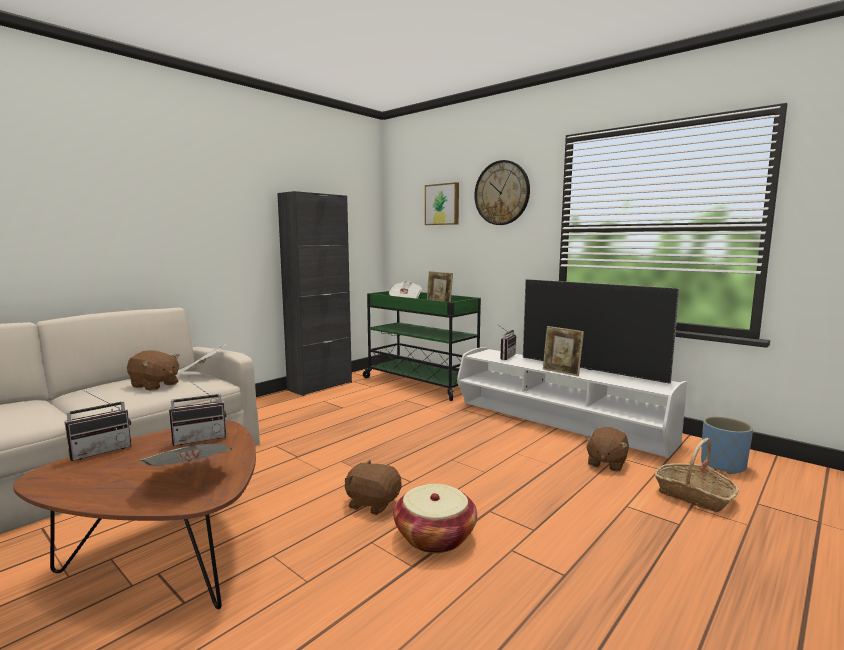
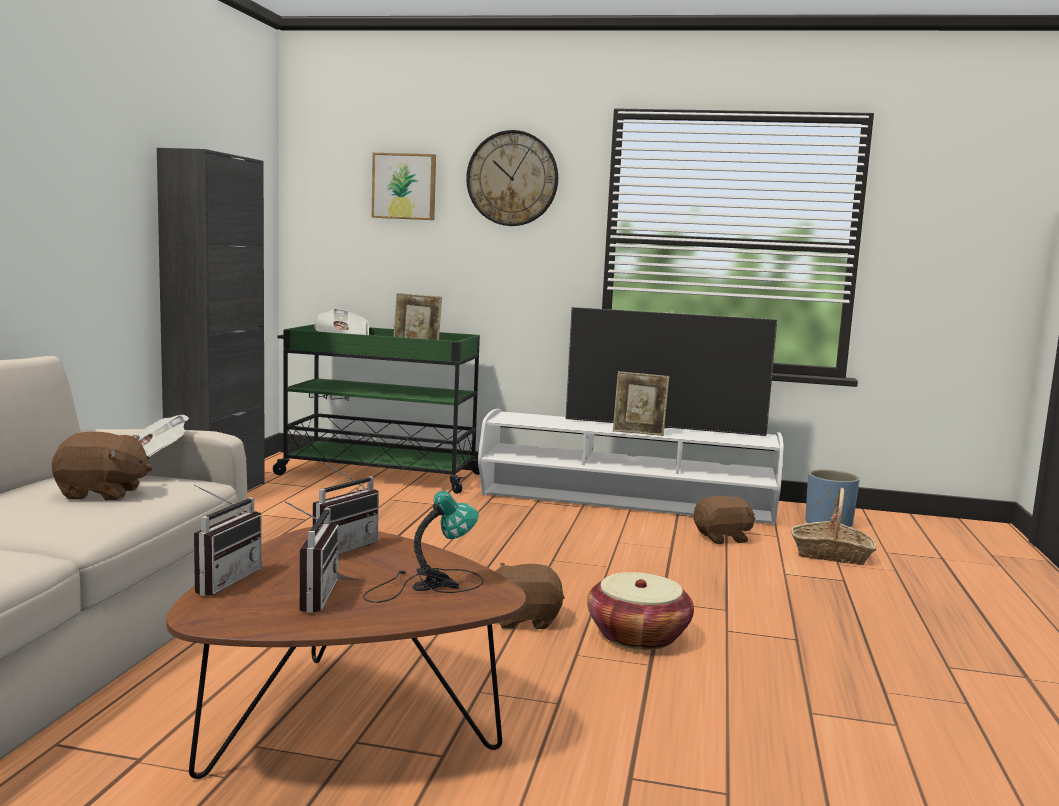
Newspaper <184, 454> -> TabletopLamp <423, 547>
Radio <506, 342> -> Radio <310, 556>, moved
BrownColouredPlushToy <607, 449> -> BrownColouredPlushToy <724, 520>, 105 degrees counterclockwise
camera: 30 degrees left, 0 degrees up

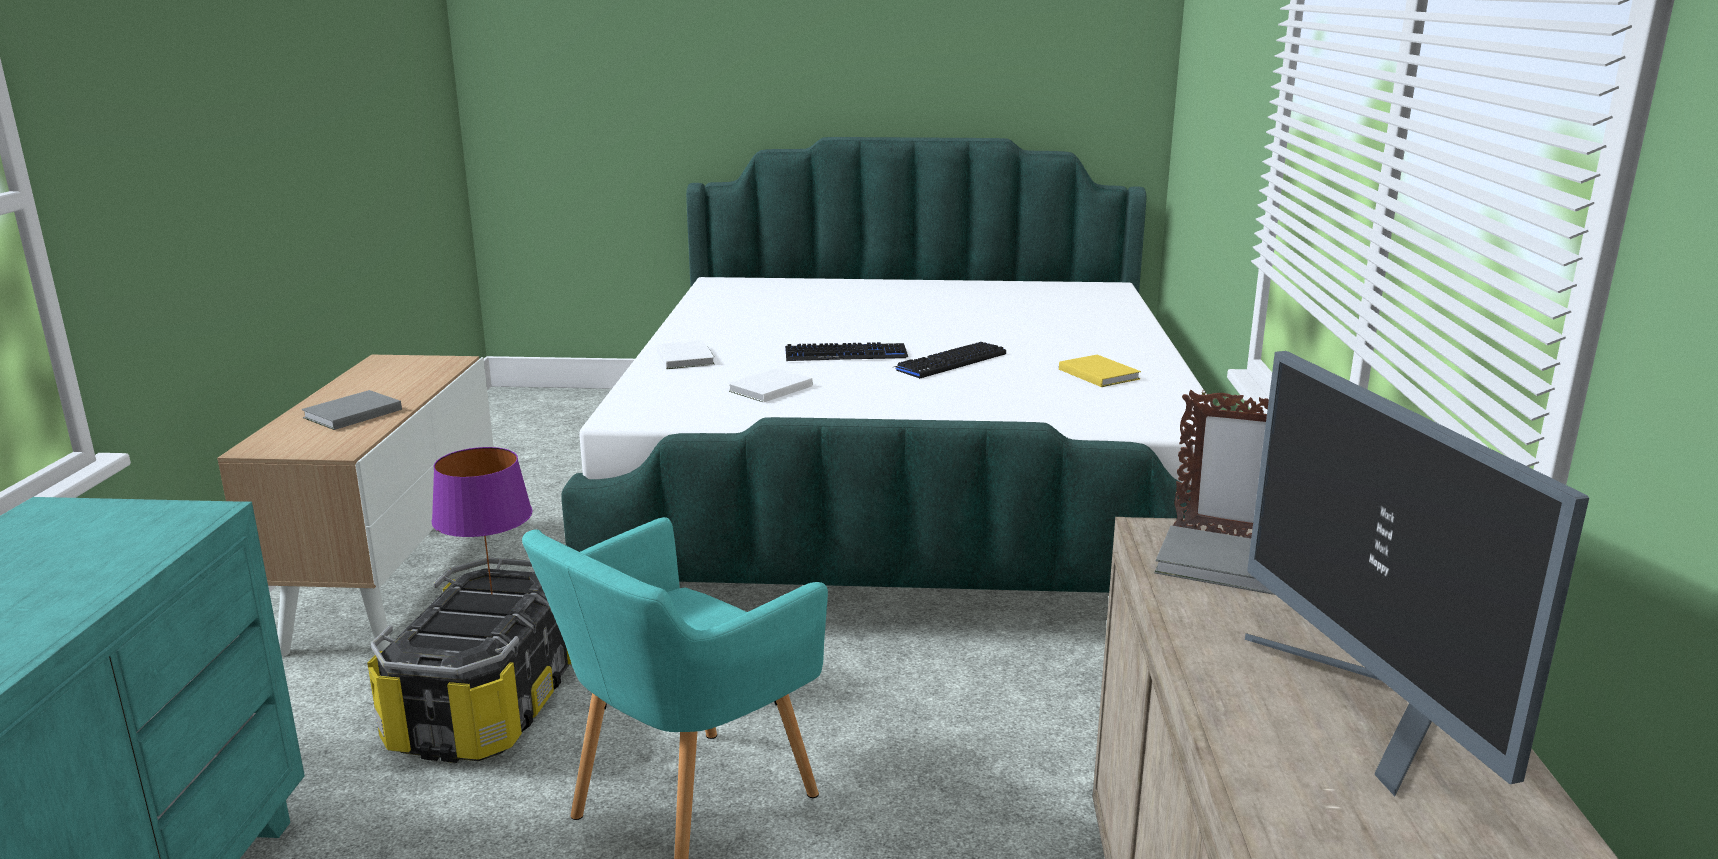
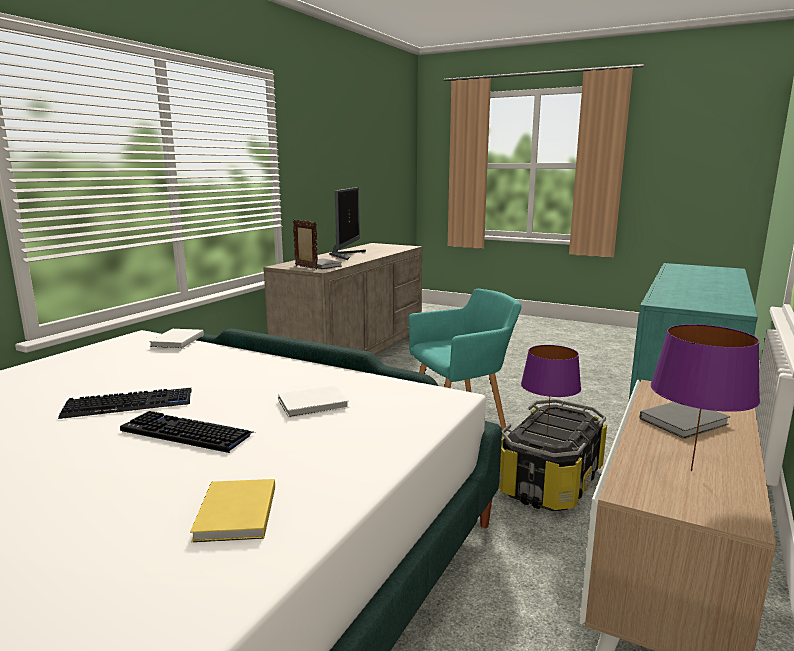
WhiteBoundBook <686, 354> -> WhiteBoundBook <176, 338>, moved
YellowBoundBook <1100, 371> -> YellowBoundBook <232, 510>, moved
none -> PurplishTabletopLamp <705, 397>
camera: 155 degrees left, 5 degrees down

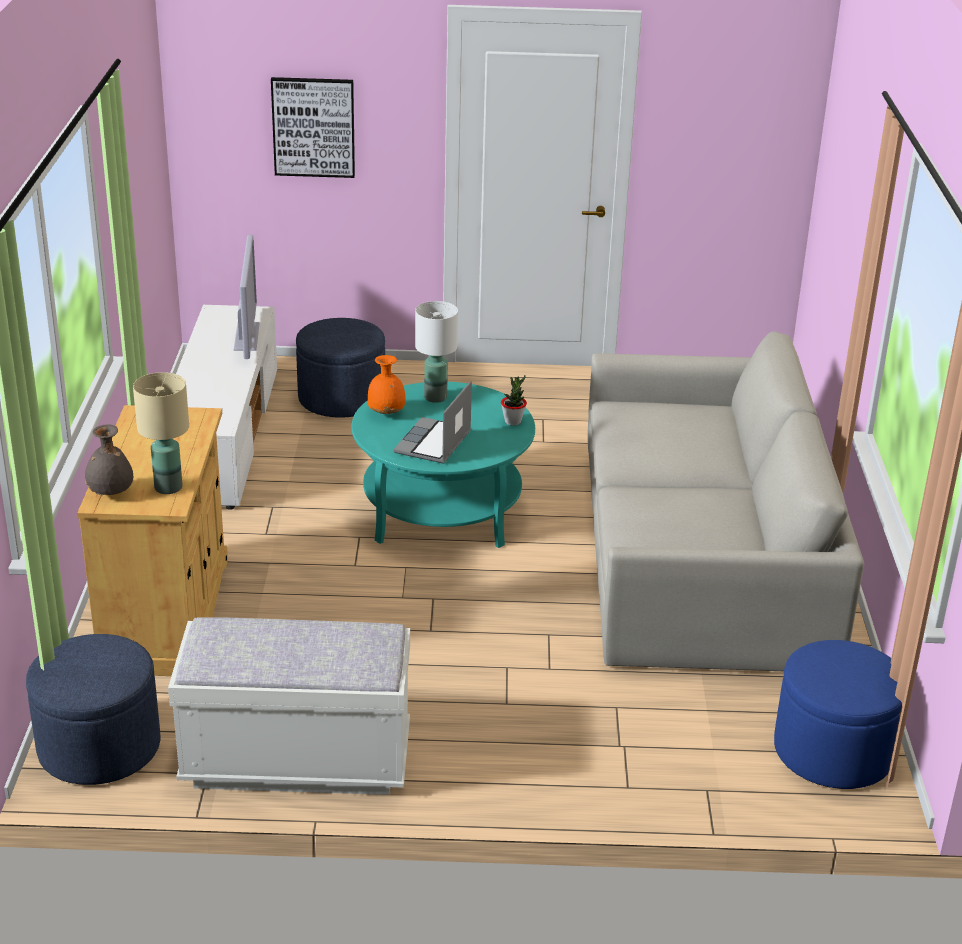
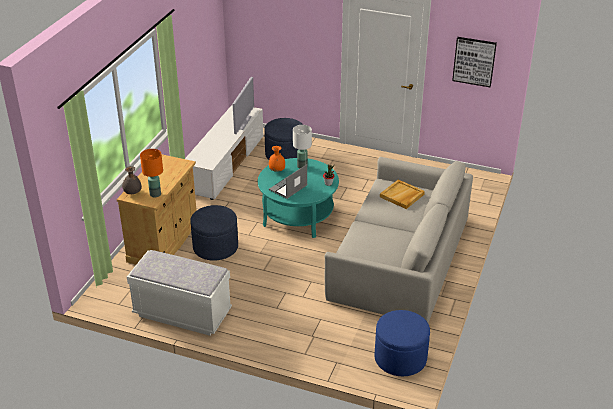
BluishFootrest <93, 709> -> BluishFootrest <214, 233>, moved
SandColouredTabletopLamp <161, 433> -> OrangeColouredTabletopLamp <151, 173>
WallPicture <313, 127> -> WallPicture <474, 62>, moved
none -> SandColouredTray <402, 194>
camera: 20 degrees right, 5 degrees up

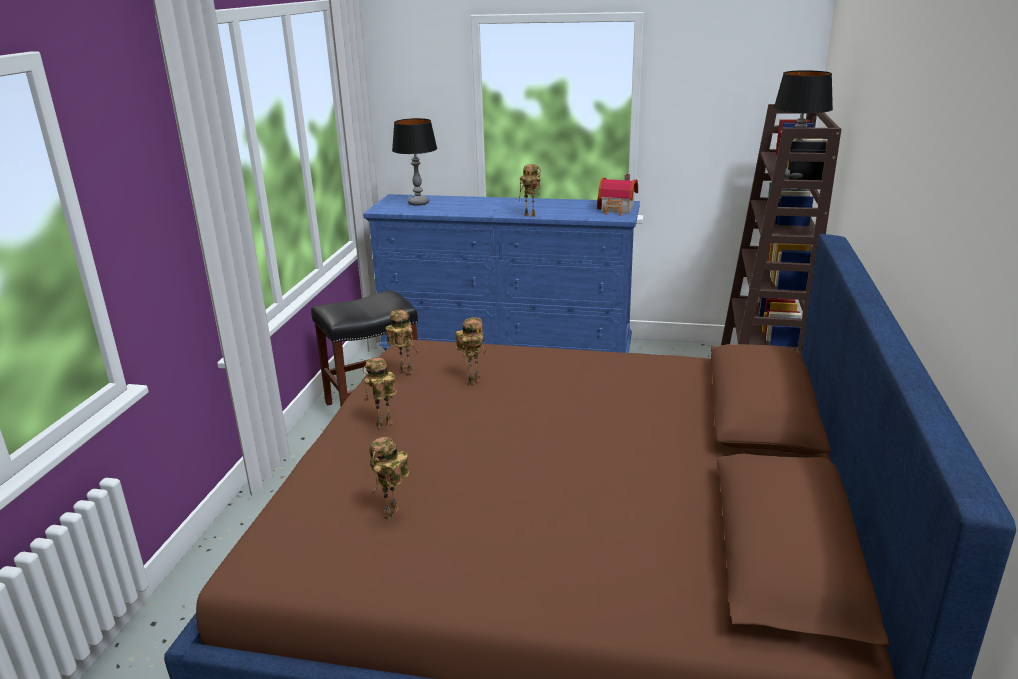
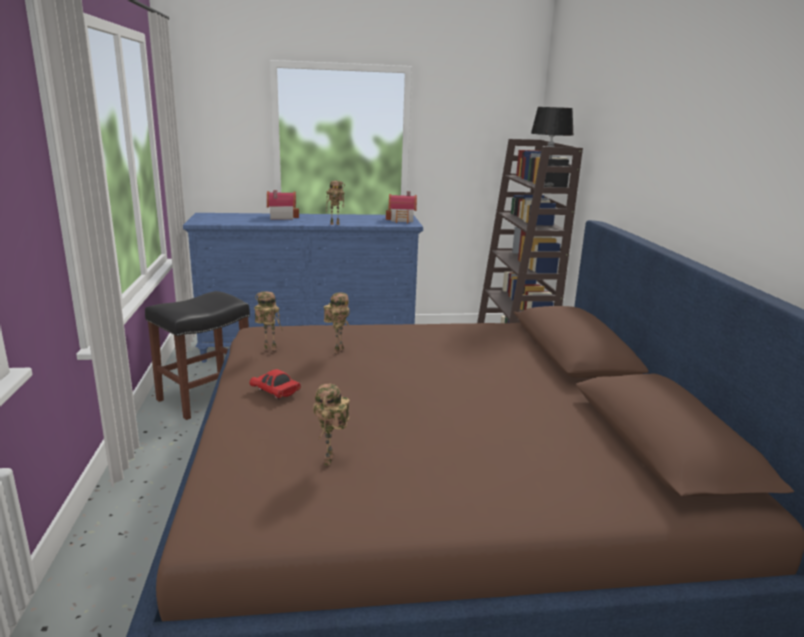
RobotFigure <379, 393> -> RedColouredToyCar <275, 384>
TabletopLamp <414, 162> -> none
none -> ToyHouse <283, 205>
camera: 20 degrees left, 5 degrees down

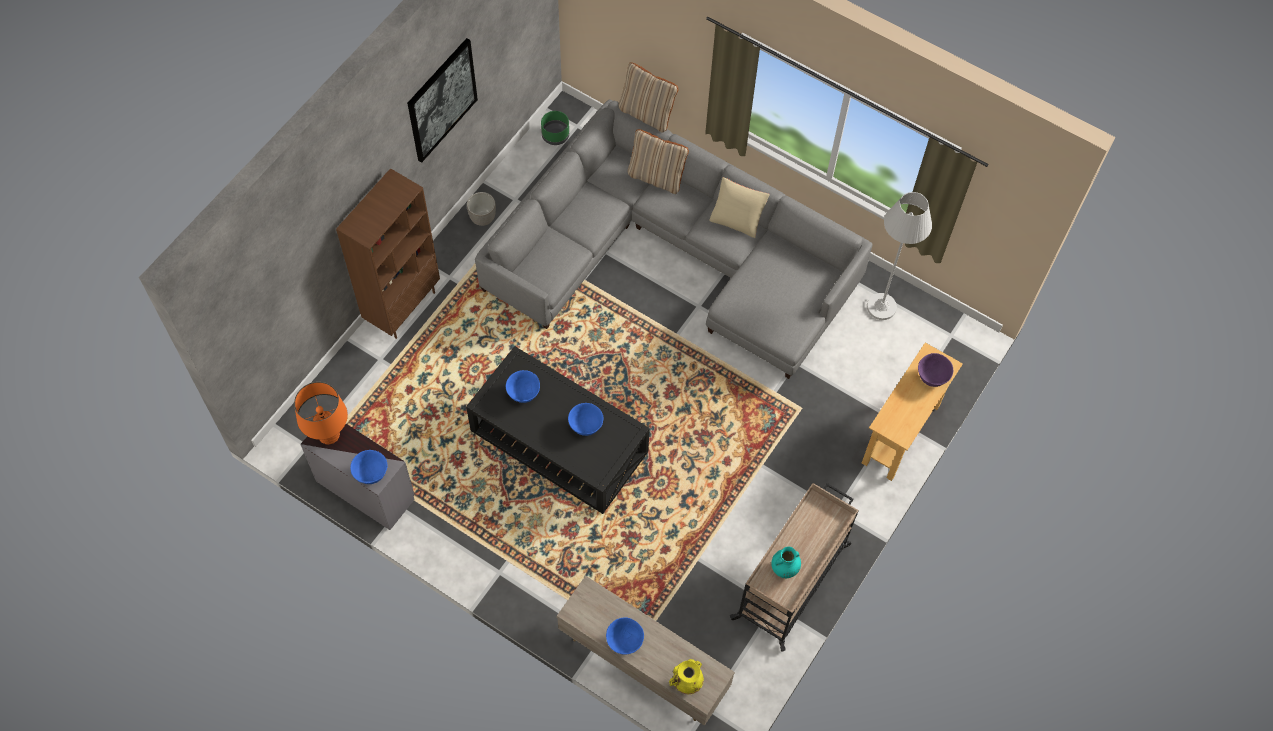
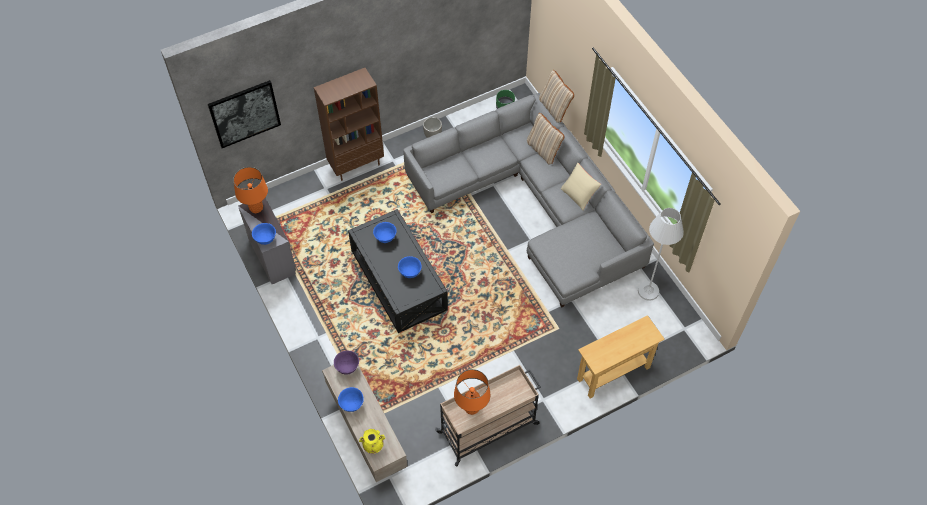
WallPicture <442, 100> -> WallPicture <244, 114>, moved
BlueGreenVase <786, 562> -> OrangeColouredTabletopLamp <472, 392>
PurplishServingBowl <935, 370> -> PurplishServingBowl <346, 363>, moved
camera: 30 degrees right, 5 degrees down

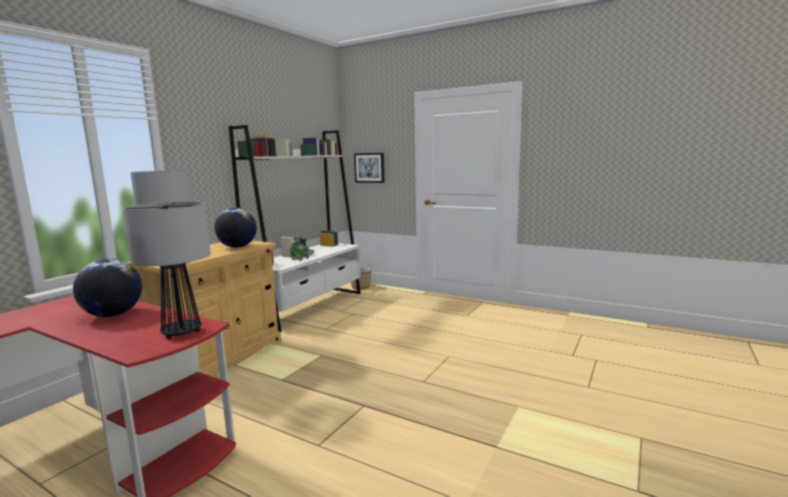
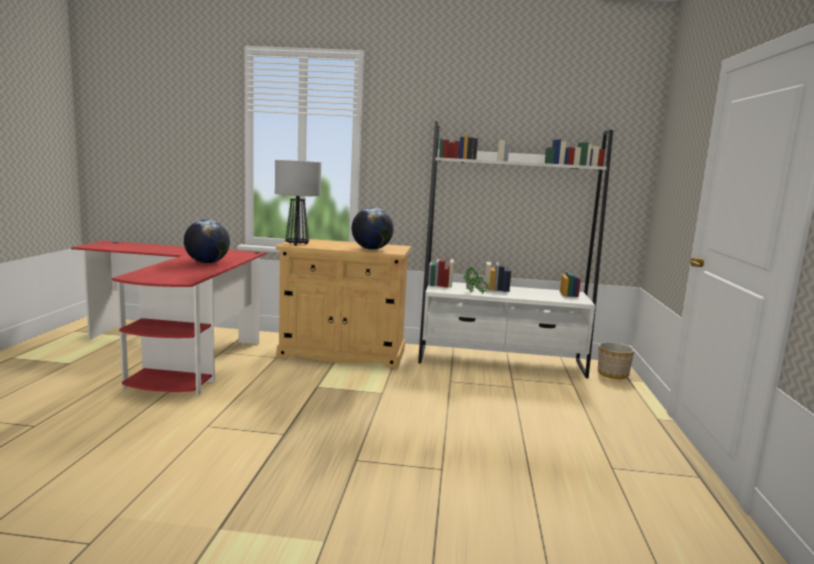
TabletopLamp <166, 270> -> none
WallPicture <369, 168> -> none
camera: 65 degrees right, 0 degrees up

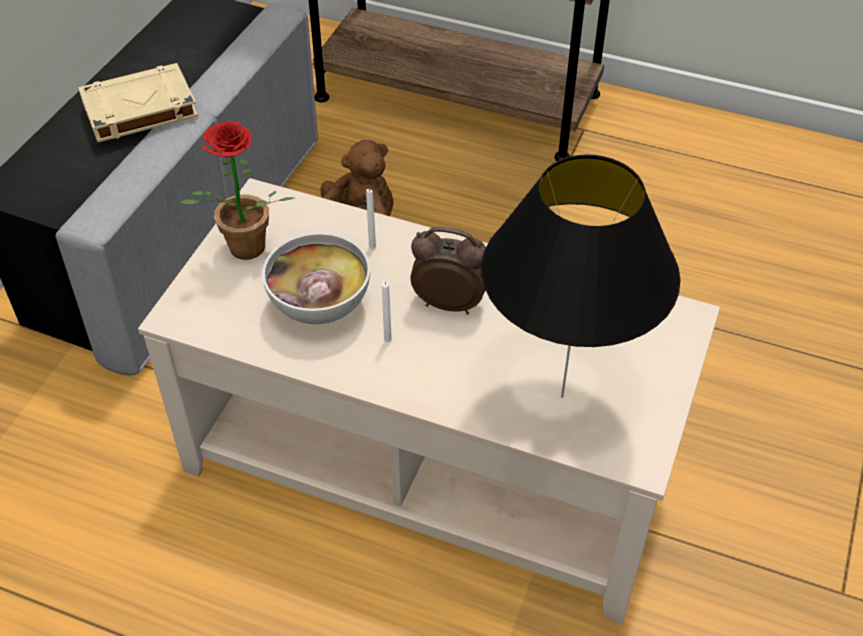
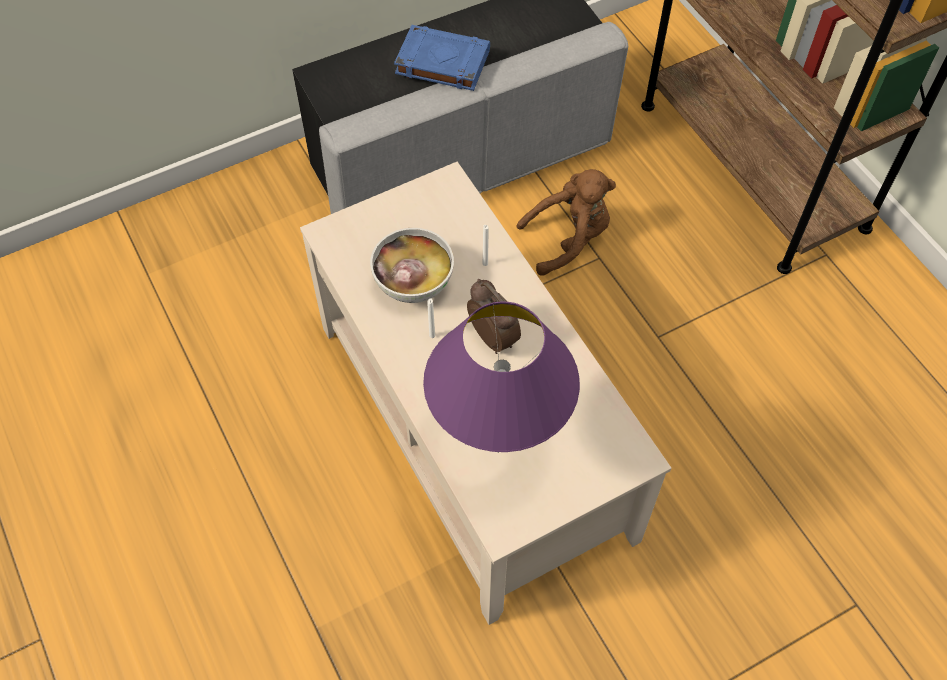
SandColouredBoundBook <138, 102> -> BluishBoundBook <442, 58>
PlantInAPot <237, 190> -> none
BlackColouredTabletopLamp <581, 276> -> PurplishTabletopLamp <501, 377>
camera: 40 degrees right, 10 degrees up

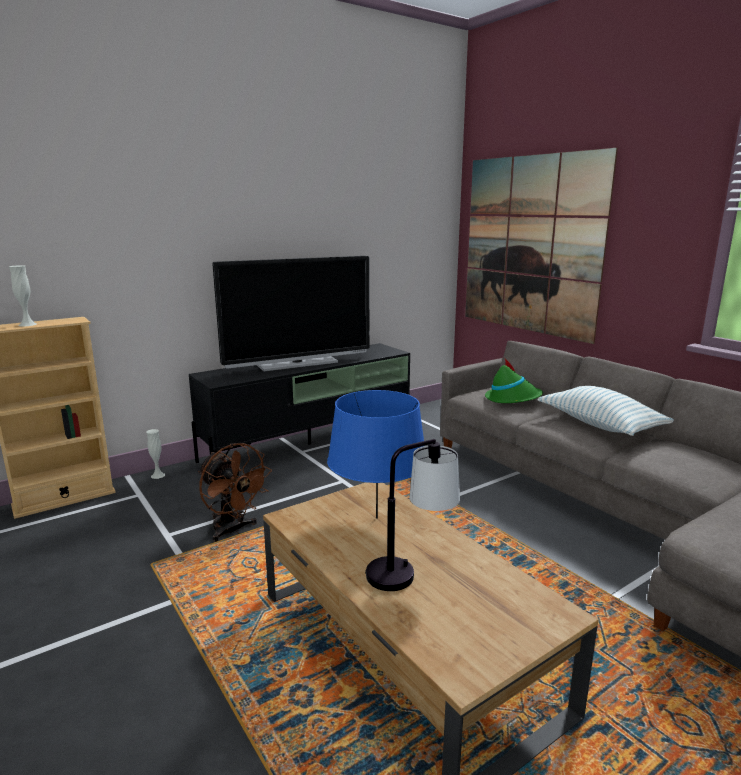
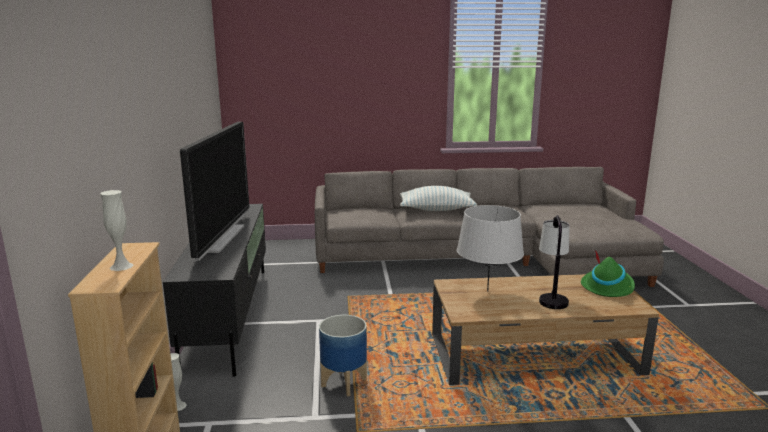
BrownColouredFan <235, 492> -> PlantPot <343, 356>
BluishTabletopLamp <375, 454> -> GreyTabletopLamp <490, 248>
WallPicture <541, 246> -> none
GreenColouredClothingHat <514, 380> -> GreenColouredClothingHat <608, 273>, moved
camera: 60 degrees left, 0 degrees up

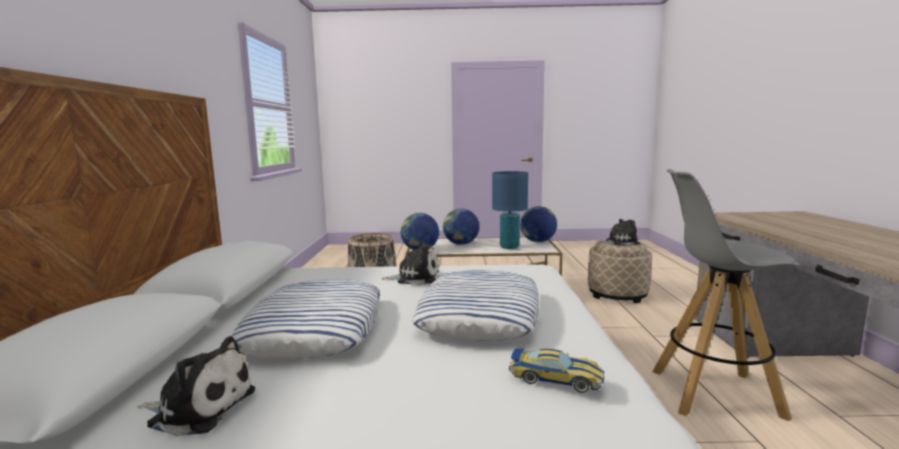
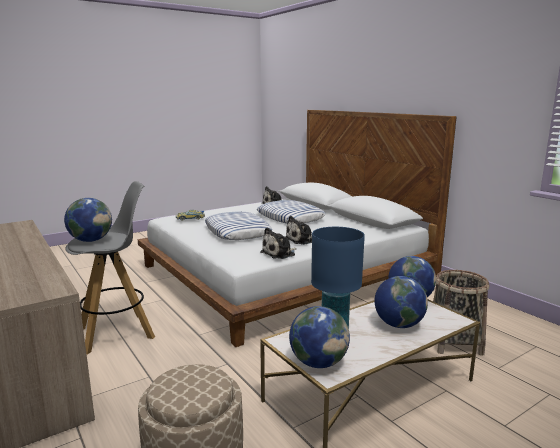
PlushToy <619, 232> -> PlushToy <278, 243>, moved
none -> Globe <88, 220>
camera: 145 degrees right, 5 degrees up

